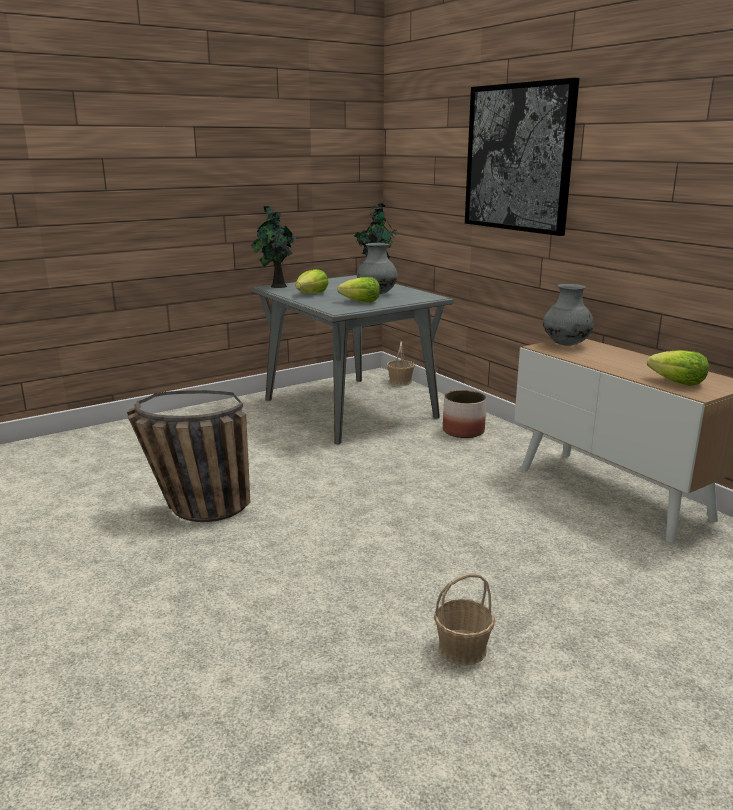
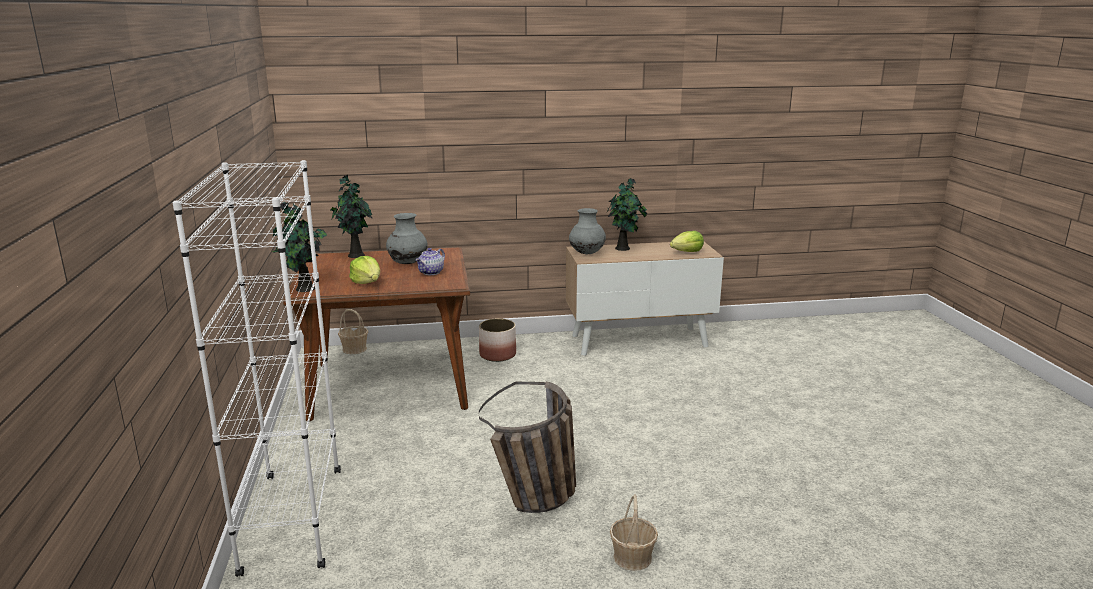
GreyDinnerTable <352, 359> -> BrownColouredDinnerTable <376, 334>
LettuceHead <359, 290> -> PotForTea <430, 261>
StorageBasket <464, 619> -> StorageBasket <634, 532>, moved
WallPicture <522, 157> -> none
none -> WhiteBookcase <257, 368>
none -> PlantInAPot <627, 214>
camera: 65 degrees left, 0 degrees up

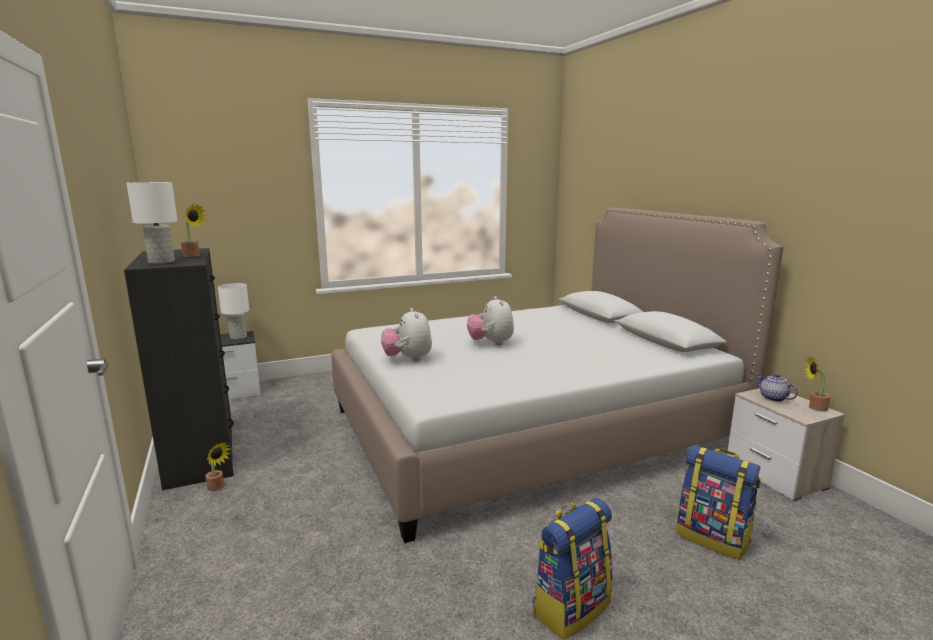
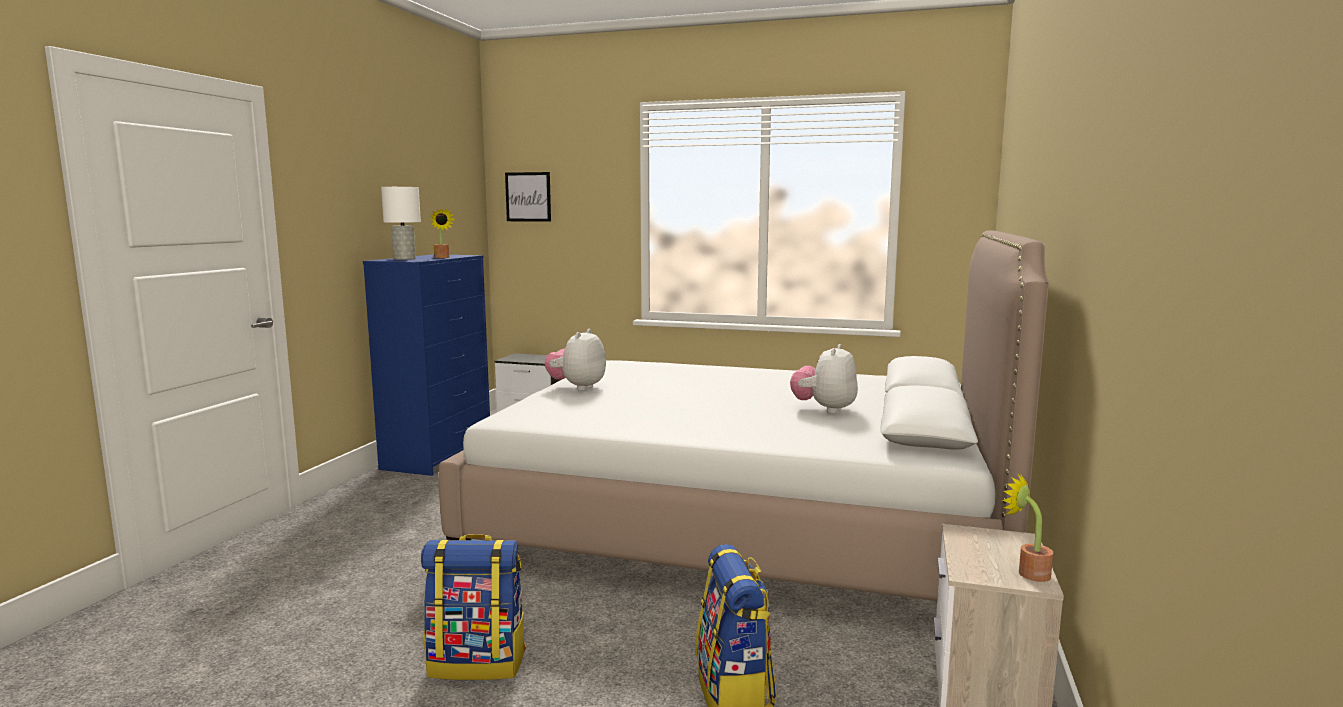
BlackColouredDresser <179, 369> -> BluishDresser <426, 365>
PlantInAPot <217, 466> -> none
WhiteTabletopLamp <233, 311> -> none
PlushToy <490, 321> -> PlushToy <824, 379>, moved
PotForTea <777, 387> -> none
none -> WallPicture <528, 197>
camera: 40 degrees right, 5 degrees down

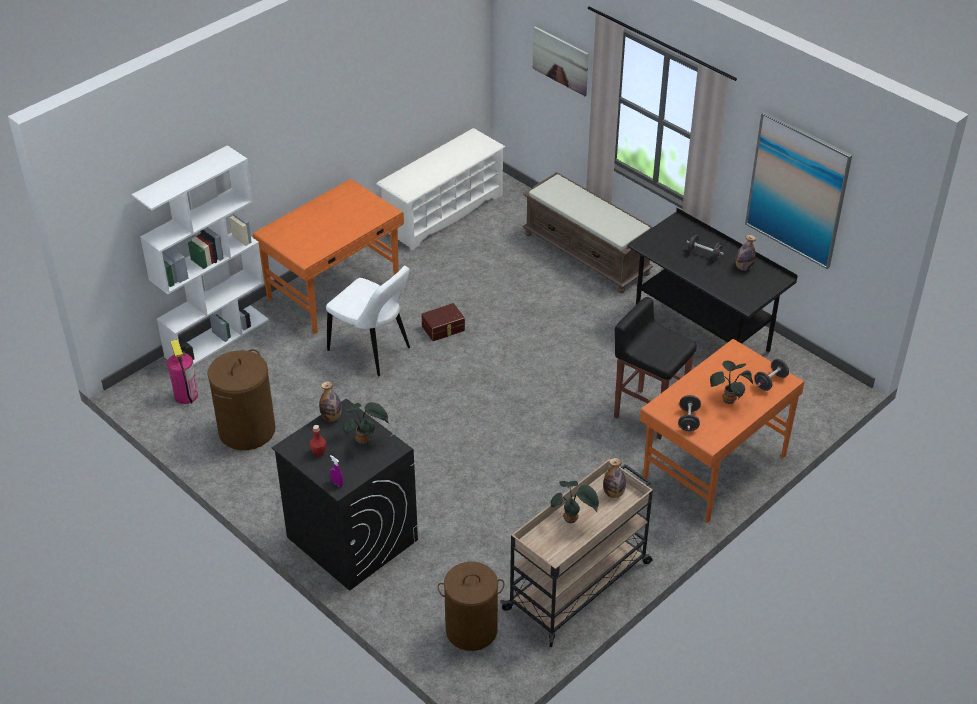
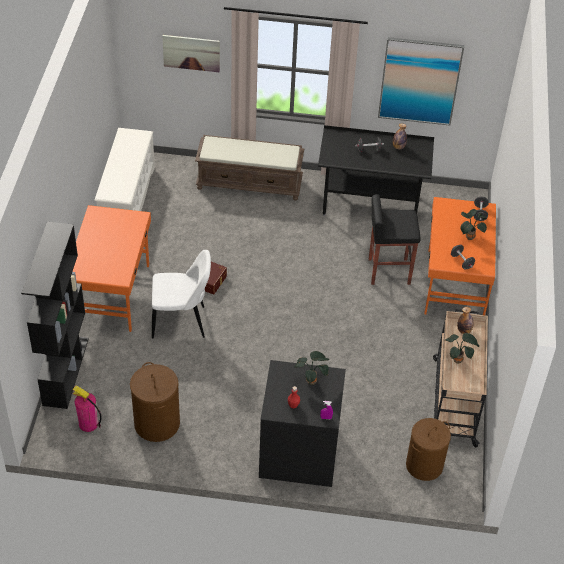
WhiteBookcase <200, 255> -> BlackColouredBookcase <55, 315>
BeverageBottle <330, 401> -> none
camera: 40 degrees left, 5 degrees up

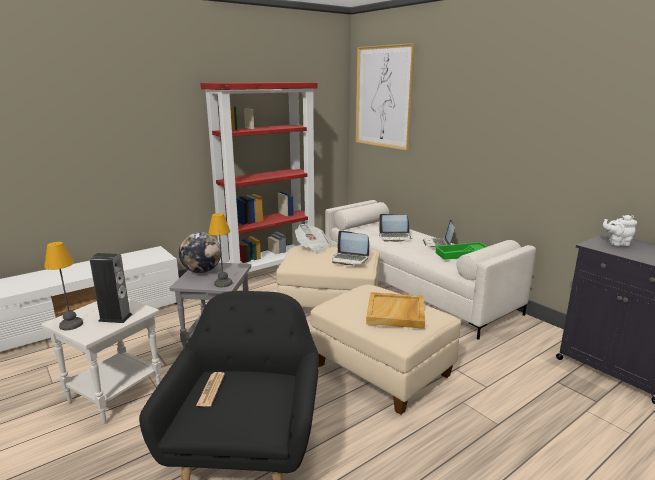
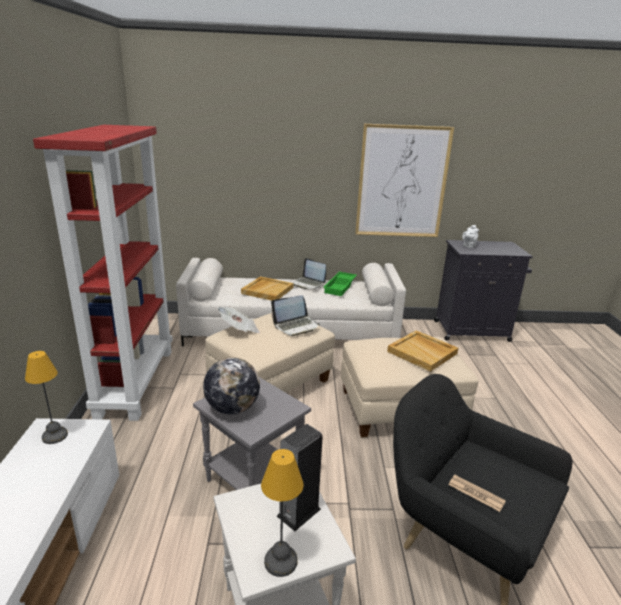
TabletopLamp <220, 250> -> TabletopLamp <46, 397>, moved
WallPicture <385, 97> -> WallPicture <404, 180>, moved
Laptop <395, 228> -> SandColouredTray <267, 288>
camera: 55 degrees left, 5 degrees up

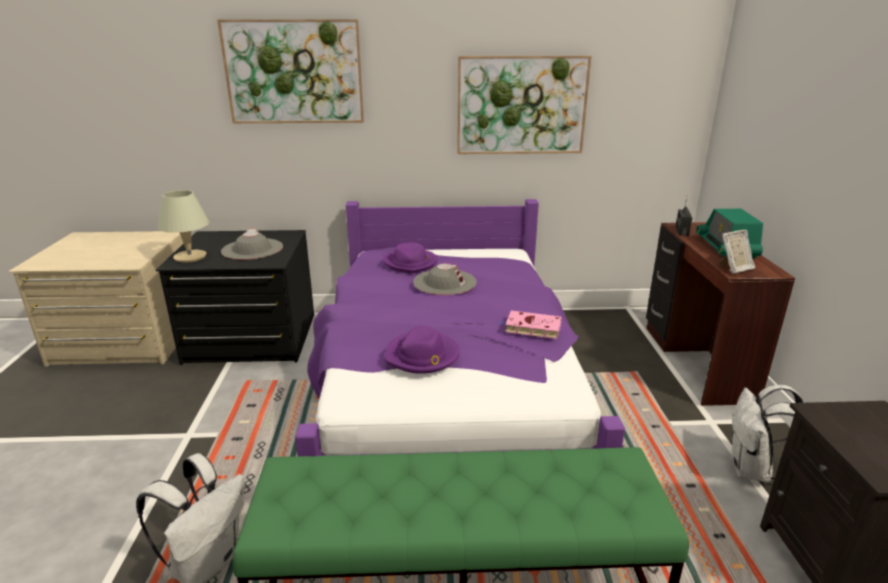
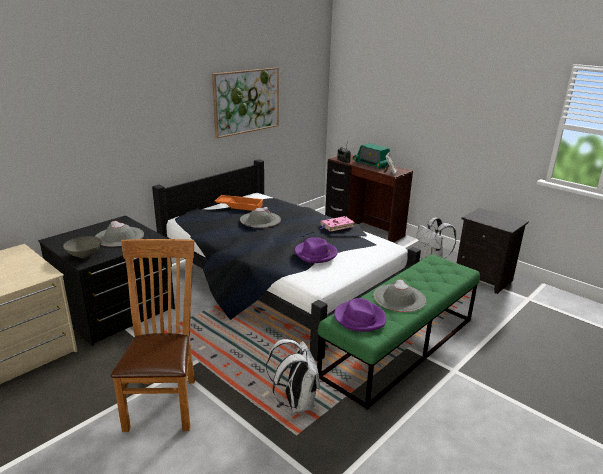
SandColouredTabletopLamp <183, 226> -> GreyServingBowl <82, 247>
WallPicture <290, 71> -> none
PurplishSleepingBed <460, 327> -> BlackColouredSleepingBed <286, 260>
PurplishClothingHat <410, 257> -> PurplishClothingHat <360, 315>, moved
none -> BrownColouredUprightChair <153, 335>
none -> OrangeColouredTray <239, 203>
none -> GreyClothingHat <399, 296>
camera: 45 degrees left, 0 degrees up

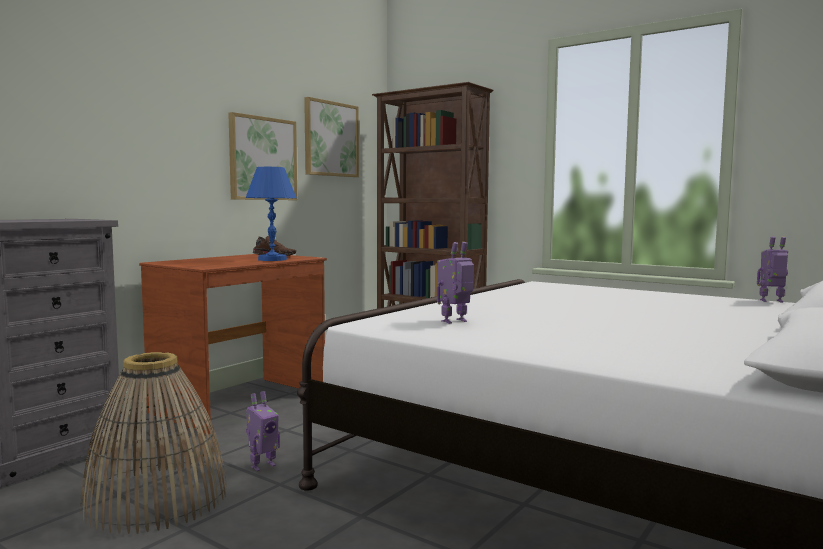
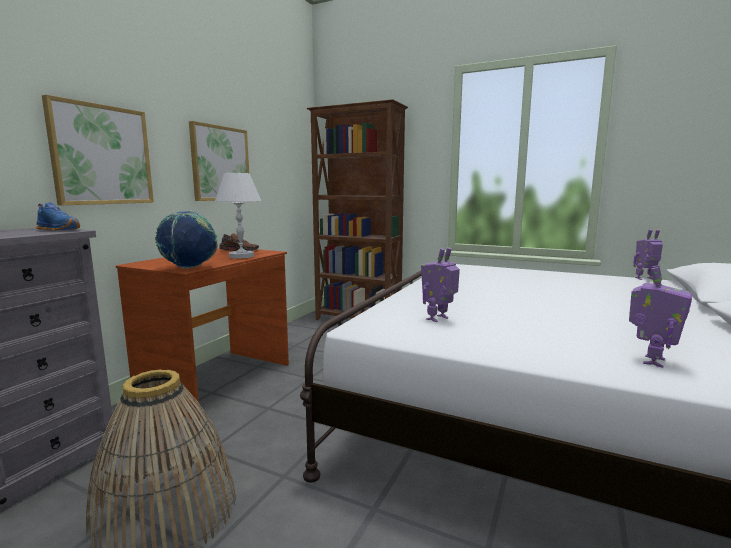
BluishTabletopLamp <271, 214> -> WhiteTabletopLamp <238, 215>
RobotFigure <263, 431> -> RobotFigure <660, 316>, moved
WallPicture <331, 137> -> WallPicture <98, 150>, moved
none -> BluishItemOfFootwear <58, 216>
none -> Globe <186, 239>
camera: 10 degrees left, 5 degrees up

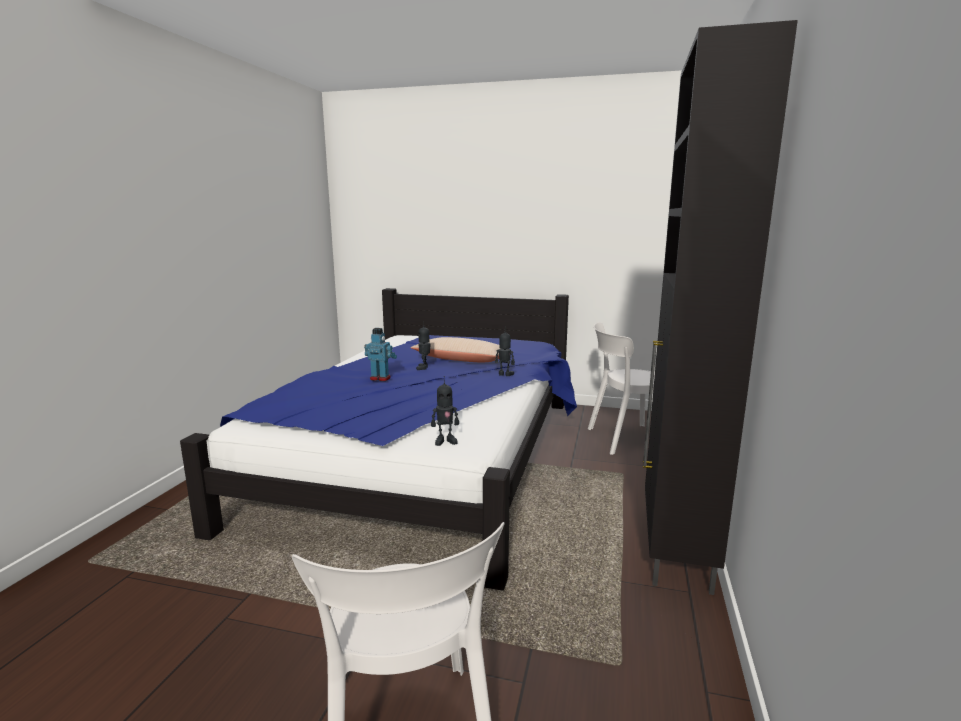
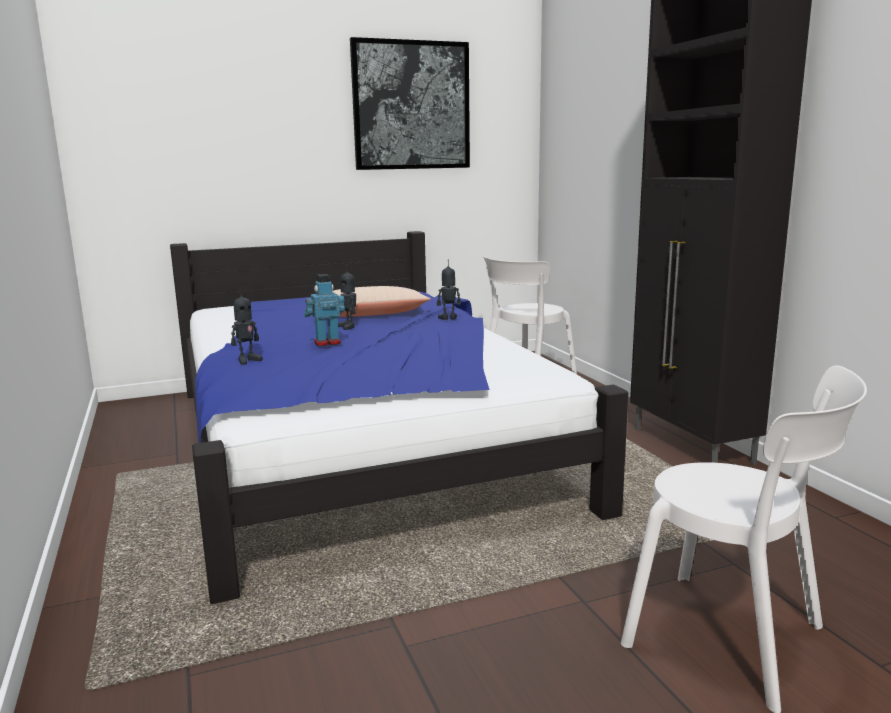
RobotFigure <445, 411> -> RobotFigure <247, 326>, moved
none -> WallPicture <410, 103>
camera: 35 degrees left, 0 degrees up

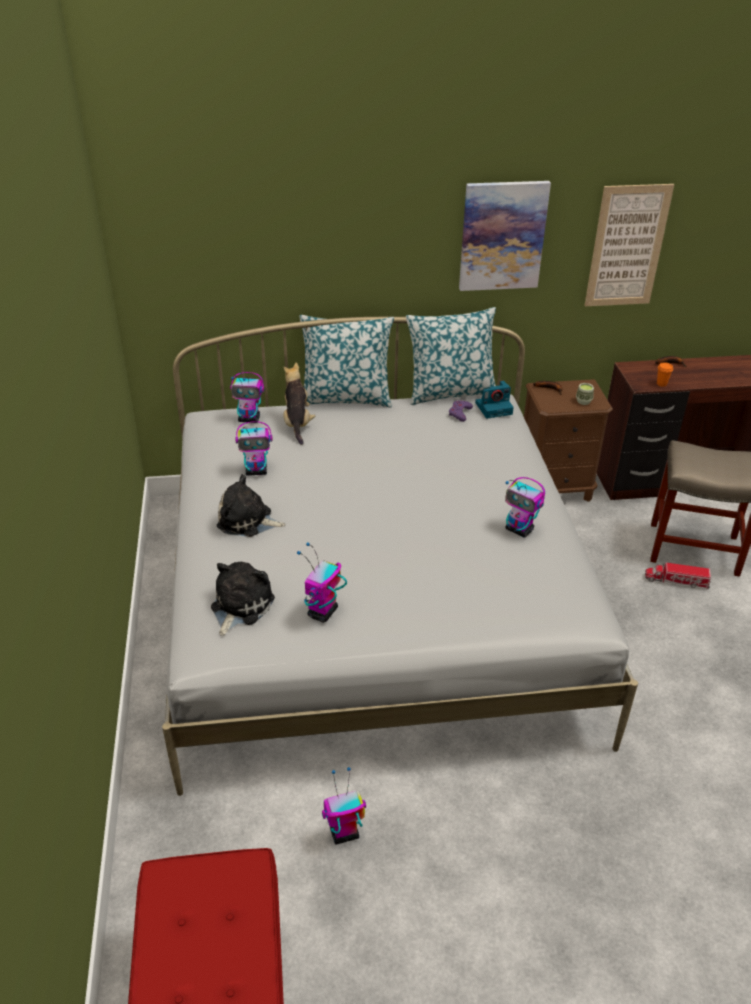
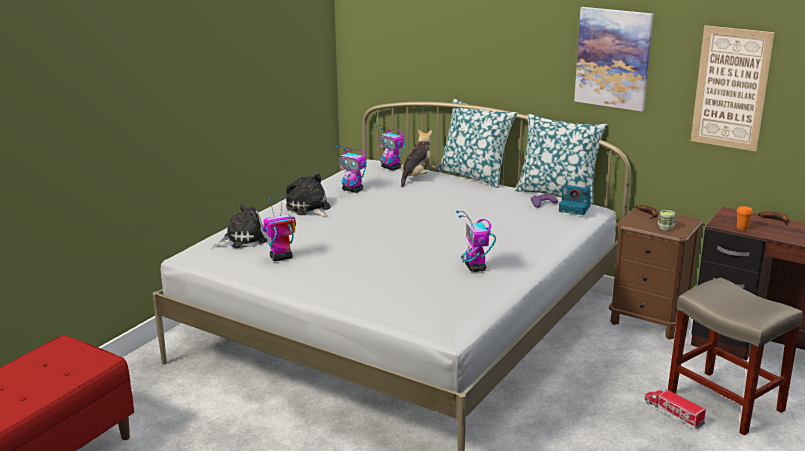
RobotFigure <344, 806> -> none
camera: 40 degrees right, 15 degrees down

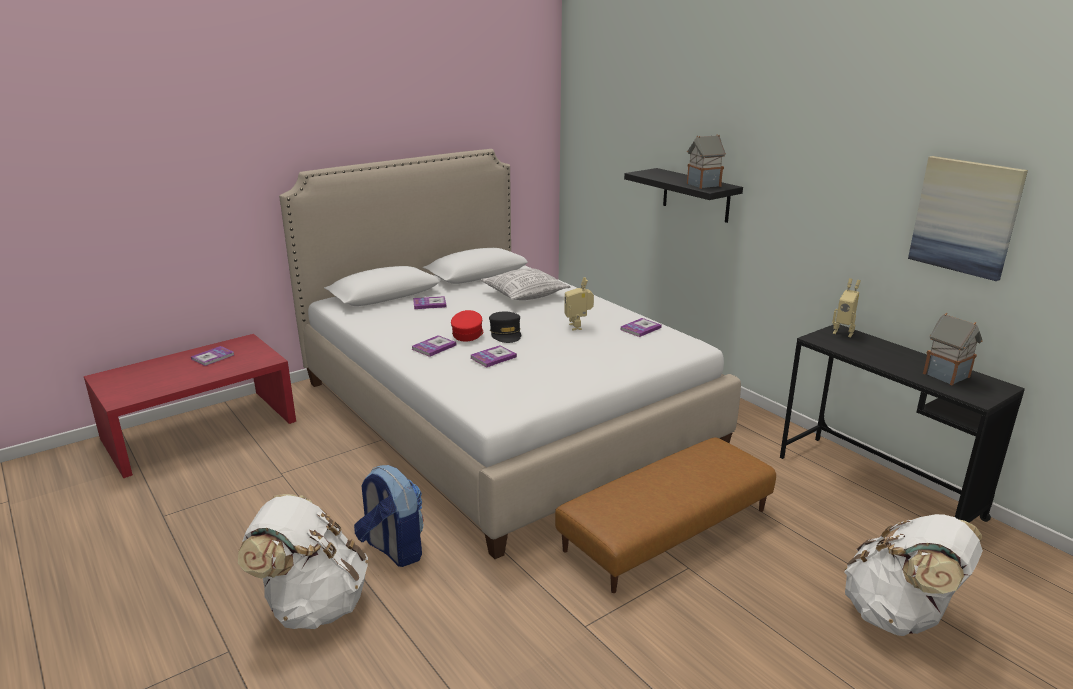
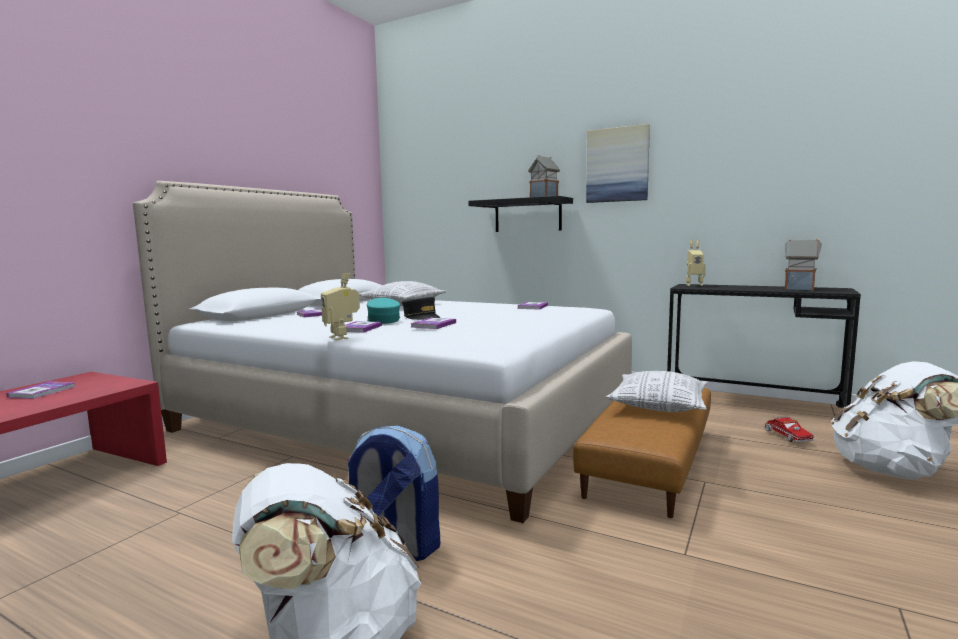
RedColouredPeakedCap <467, 326> -> BlueGreenPeakedCap <383, 311>
RobotFigure <579, 303> -> RobotFigure <340, 306>, moved
WallPicture <968, 218> -> WallPicture <618, 163>, moved
none -> Pillow <657, 391>
none -> ModelTruck <789, 429>
camera: 25 degrees left, 15 degrees down

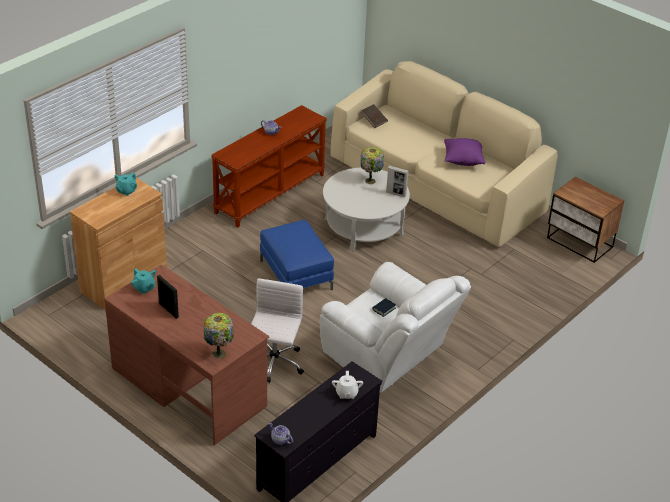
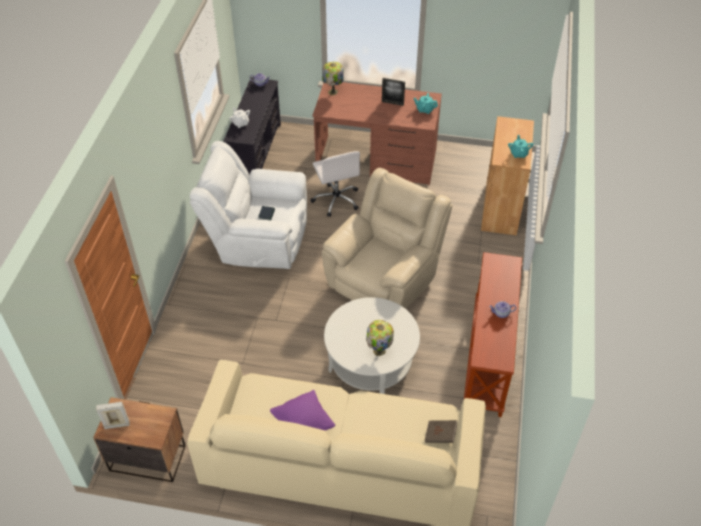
BluishFootrest <297, 255> -> SandColouredArmchair <387, 238>
PictureFrame <397, 181> -> PictureFrame <113, 415>, moved
camera: 150 degrees right, 10 degrees up

